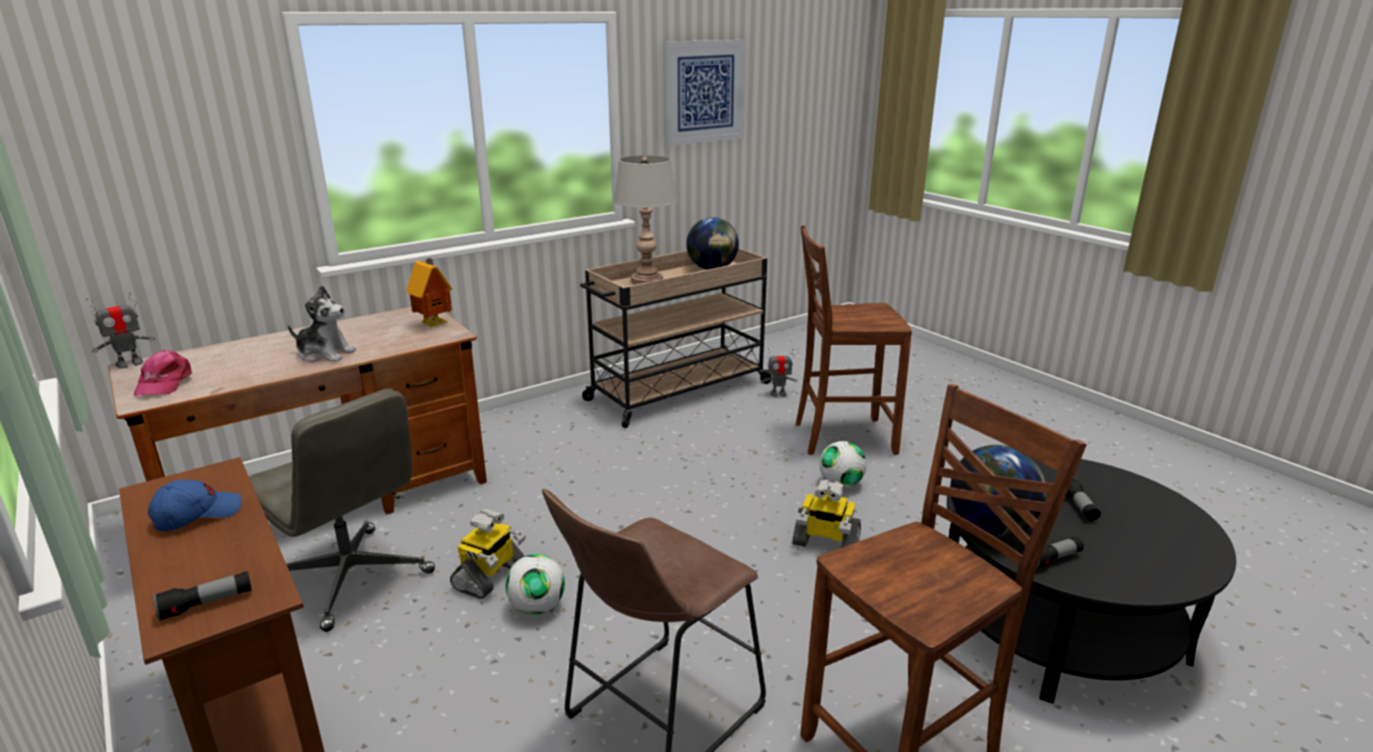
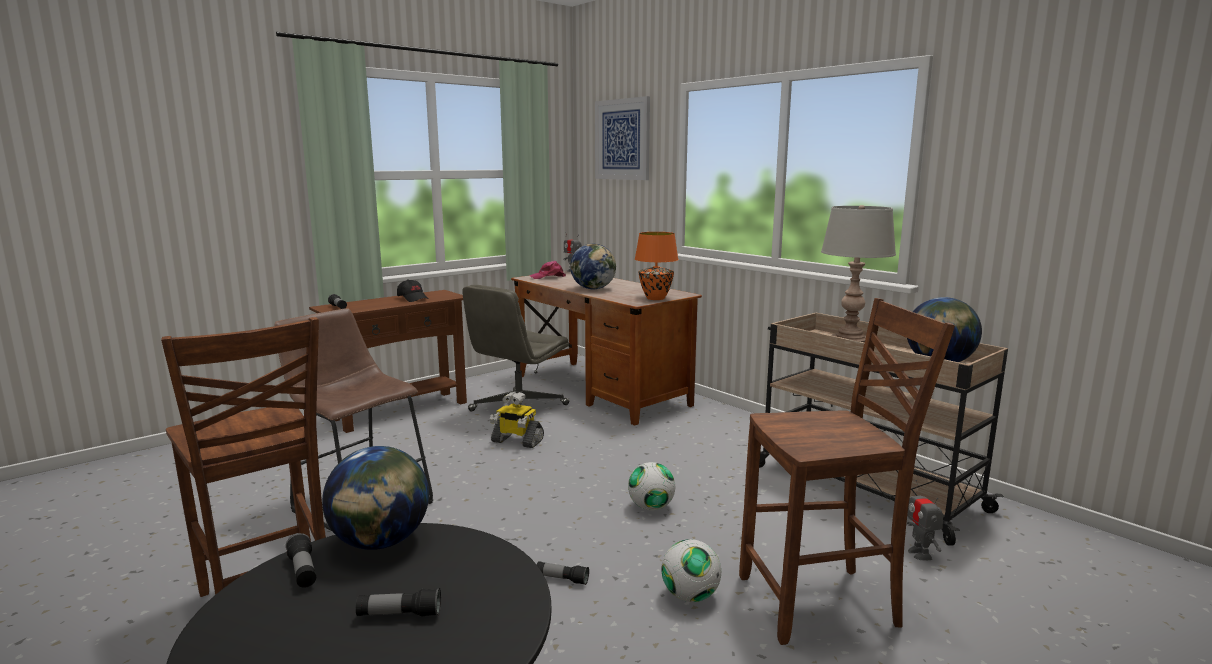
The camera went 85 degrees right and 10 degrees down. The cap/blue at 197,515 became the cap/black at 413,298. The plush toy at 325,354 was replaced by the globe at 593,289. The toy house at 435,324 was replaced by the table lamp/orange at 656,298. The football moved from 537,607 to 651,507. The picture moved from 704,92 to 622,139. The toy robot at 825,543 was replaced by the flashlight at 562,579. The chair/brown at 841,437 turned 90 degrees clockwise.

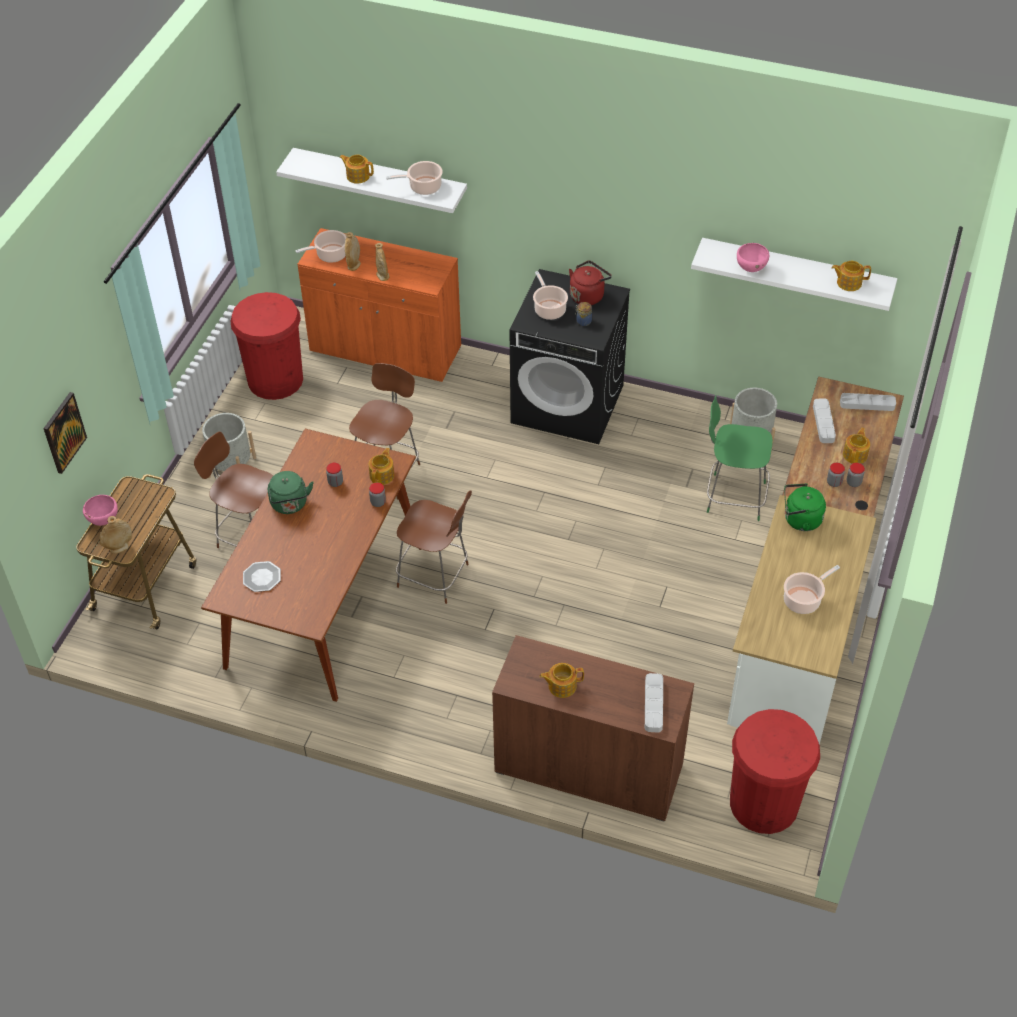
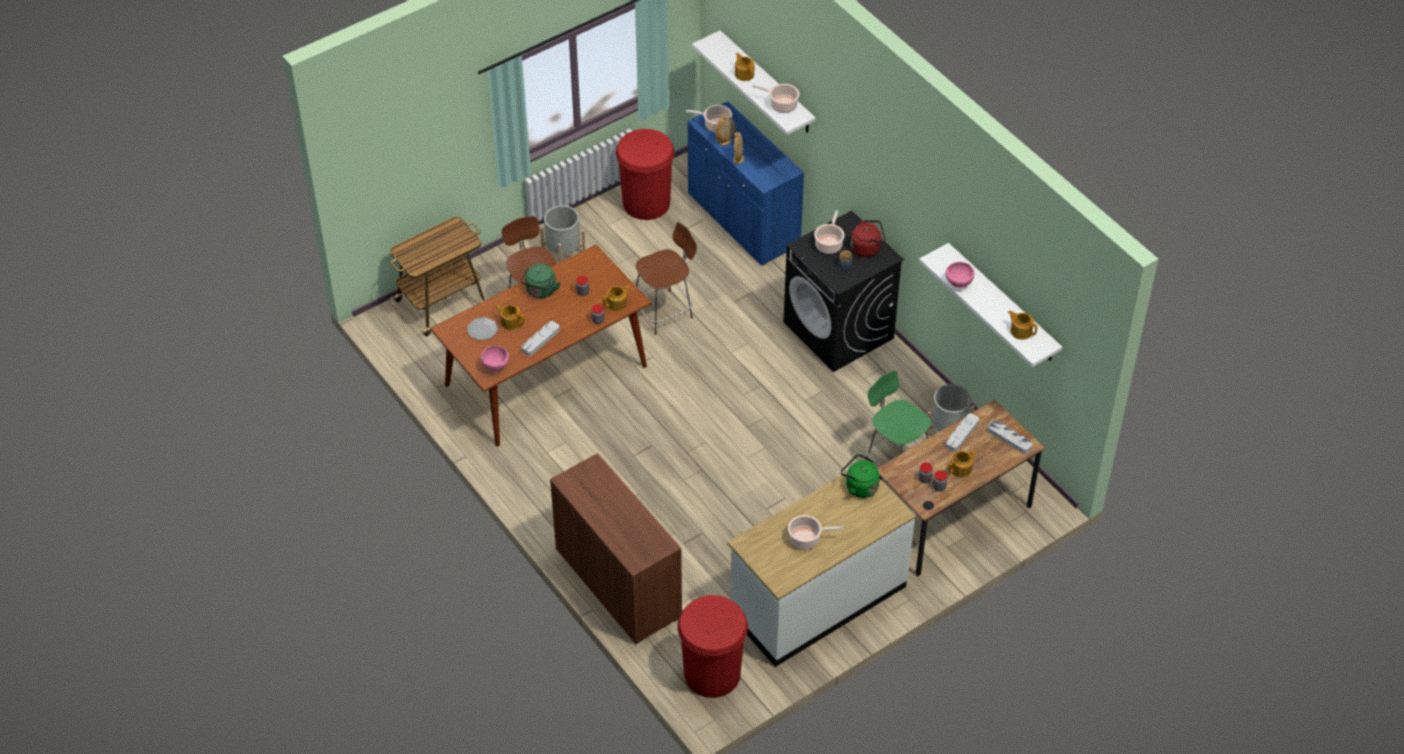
The camera went 35 degrees right and 0 degrees up. The picture at 63,432 disappeared. The bowl/pink moved from 103,521 to 495,367. The vase/beige at 119,548 disappeared. The cabinet/orange at 385,350 became the cabinet/blue at 743,220. The chair/brown at 435,576 disappeared. The teapot moved from 561,686 to 510,322. The tray/grey moved from 653,704 to 540,340.

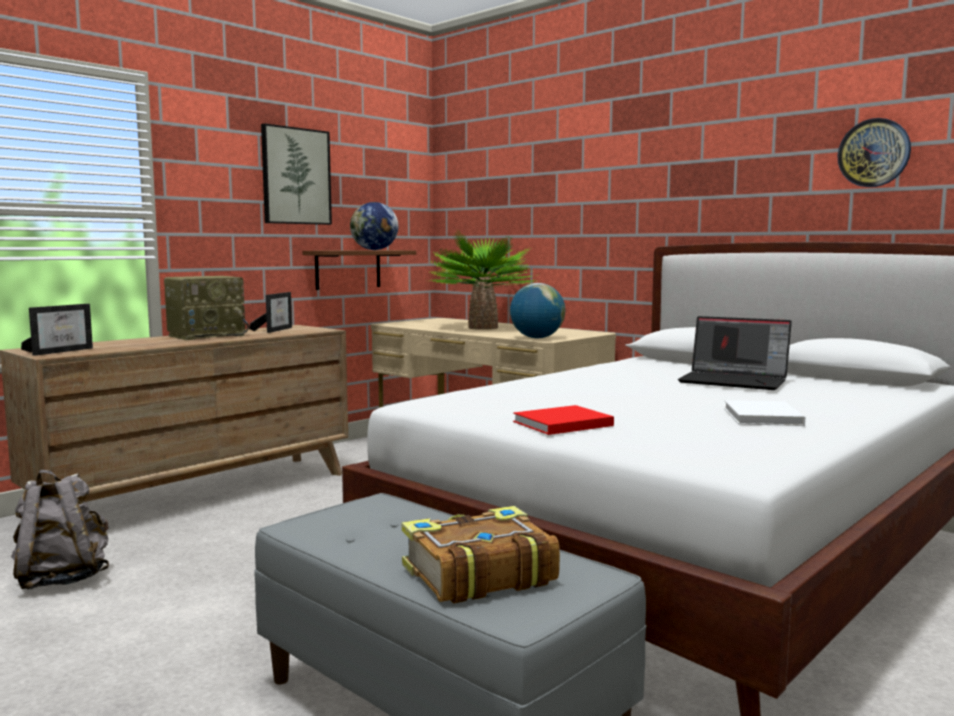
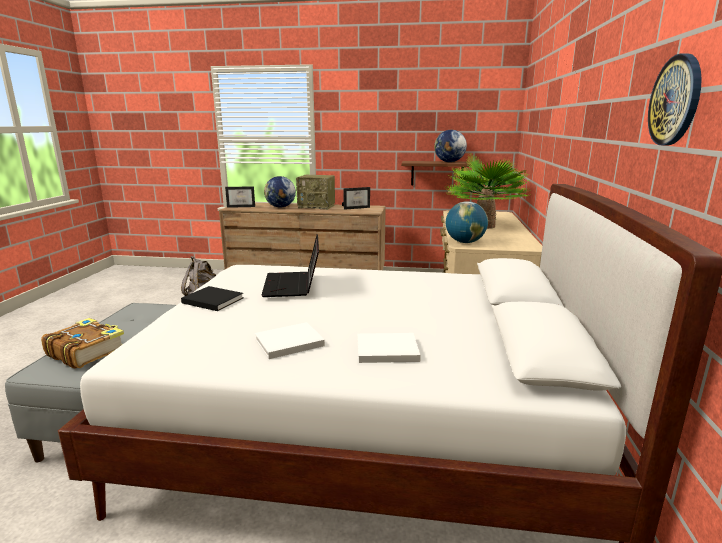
The camera went 55 degrees right and 10 degrees up. The picture at 296,176 disappeared. The book/red at 560,424 became the book/black at 211,300. The laptop moved from 735,381 to 293,285. The globe at 280,207 appeared. The book/white at 385,350 appeared.

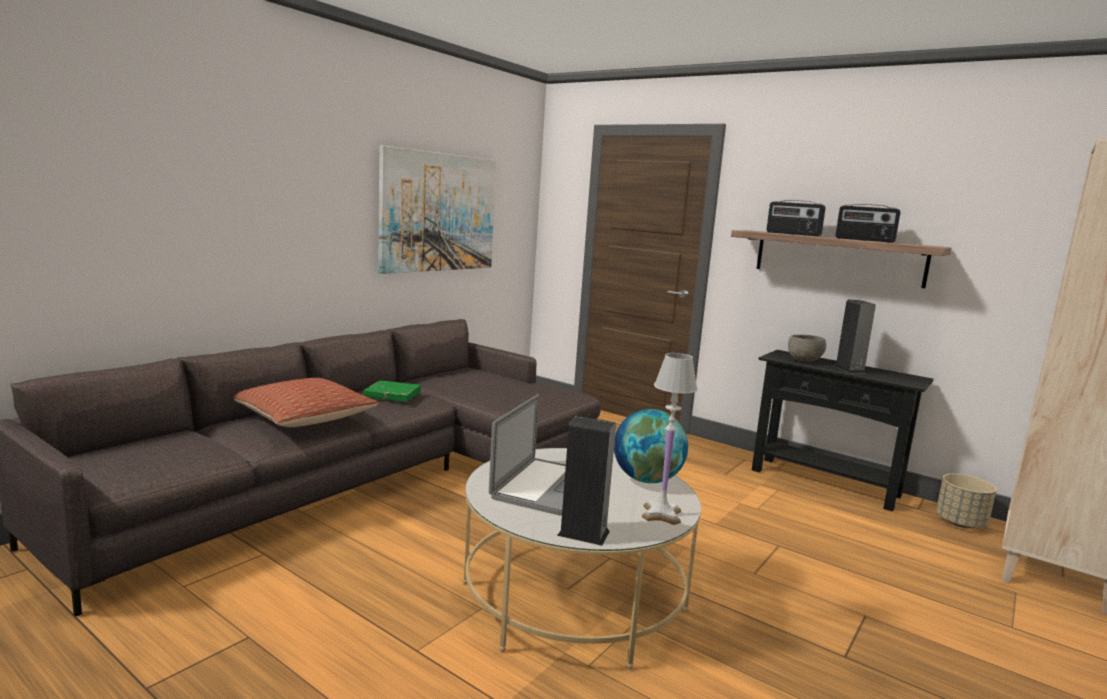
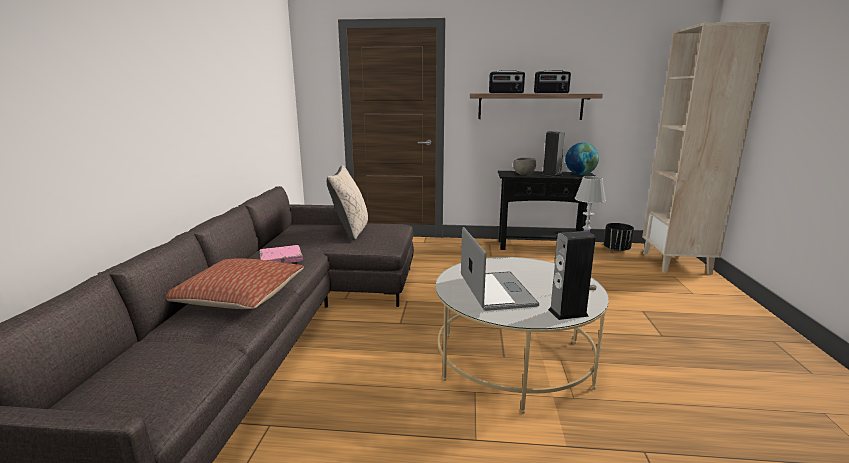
The camera went 30 degrees left and 5 degrees up. The book/green at 392,395 became the book/pink at 281,258. The picture at 439,212 disappeared. The globe moved from 647,480 to 580,174. The planter/beige at 961,523 became the planter/black at 616,249. The pillow/beige at 351,230 appeared.

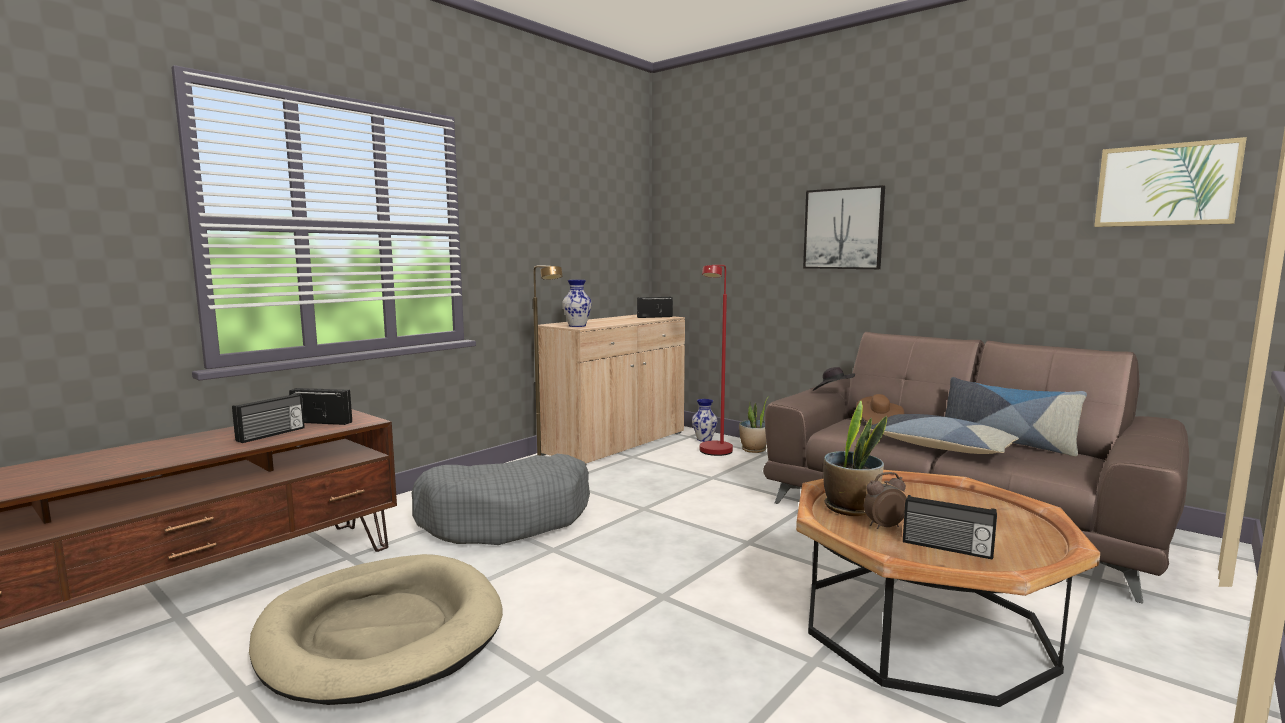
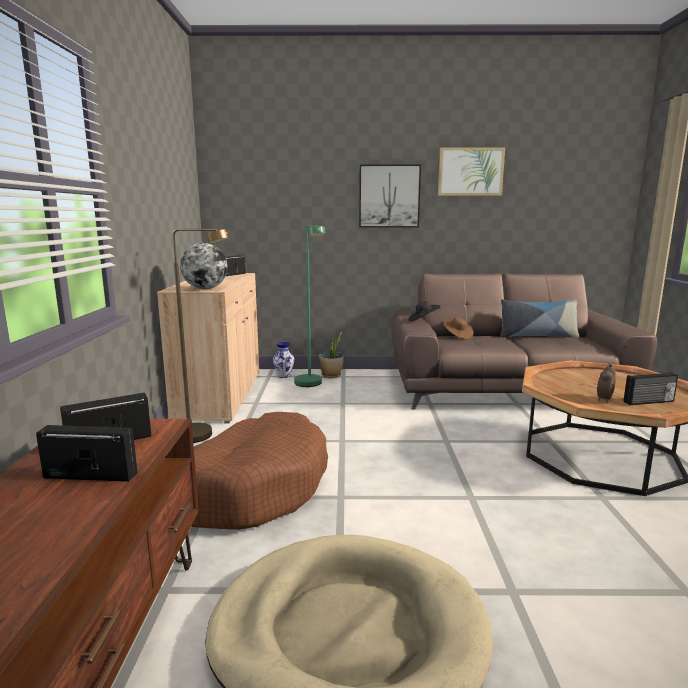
The camera went 40 degrees left and 5 degrees up. The radio at 272,434 turned 75 degrees counterclockwise. The dog bed/grey at 506,518 became the dog bed/brown at 252,487. The vase at 576,326 was replaced by the globe at 205,289. The floor lamp/red at 714,453 became the floor lamp/green at 311,385. The potted plant at 850,508 disappeared. The pillow at 940,447 disappeared. The picture moved from 1165,185 to 470,172.

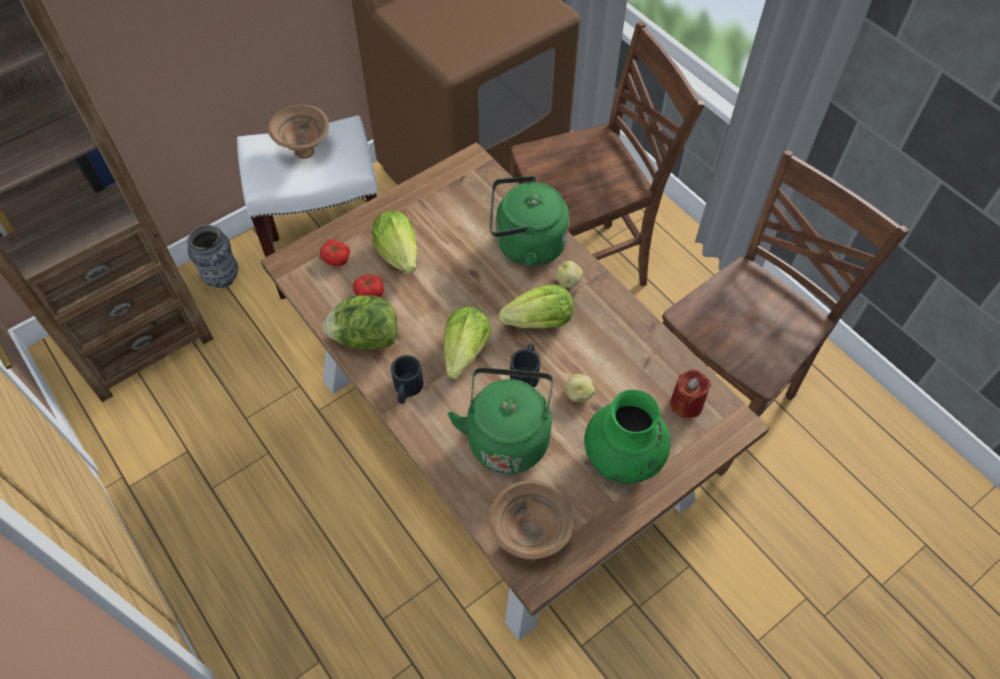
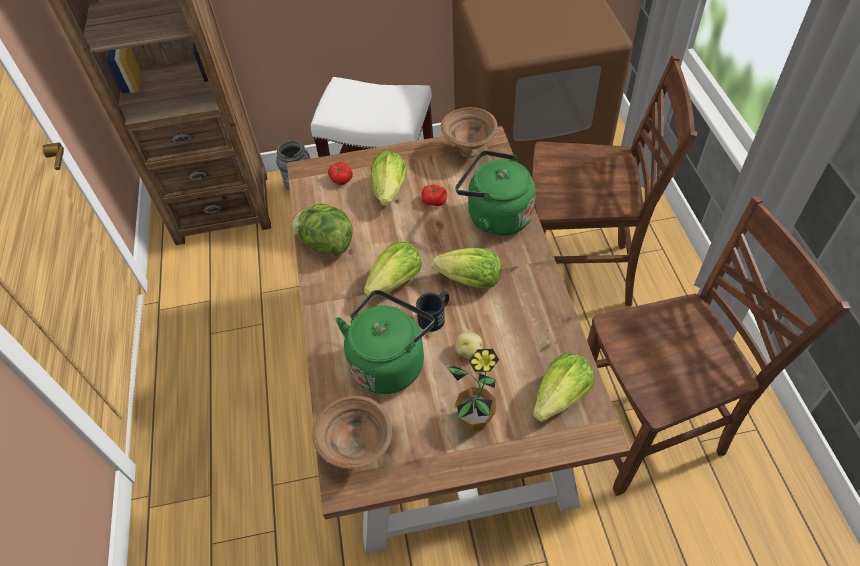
The camera went 30 degrees right and 5 degrees down. The bowl/brown moved from 306,152 to 470,152. The tomato moved from 369,292 to 434,200. The mug/black at 407,390 disappeared. The potato at 568,281 disappeared. The vase/green at 623,458 was replaced by the potted plant at 475,420. The candle/red at 686,403 was replaced by the lettuce at 561,397.

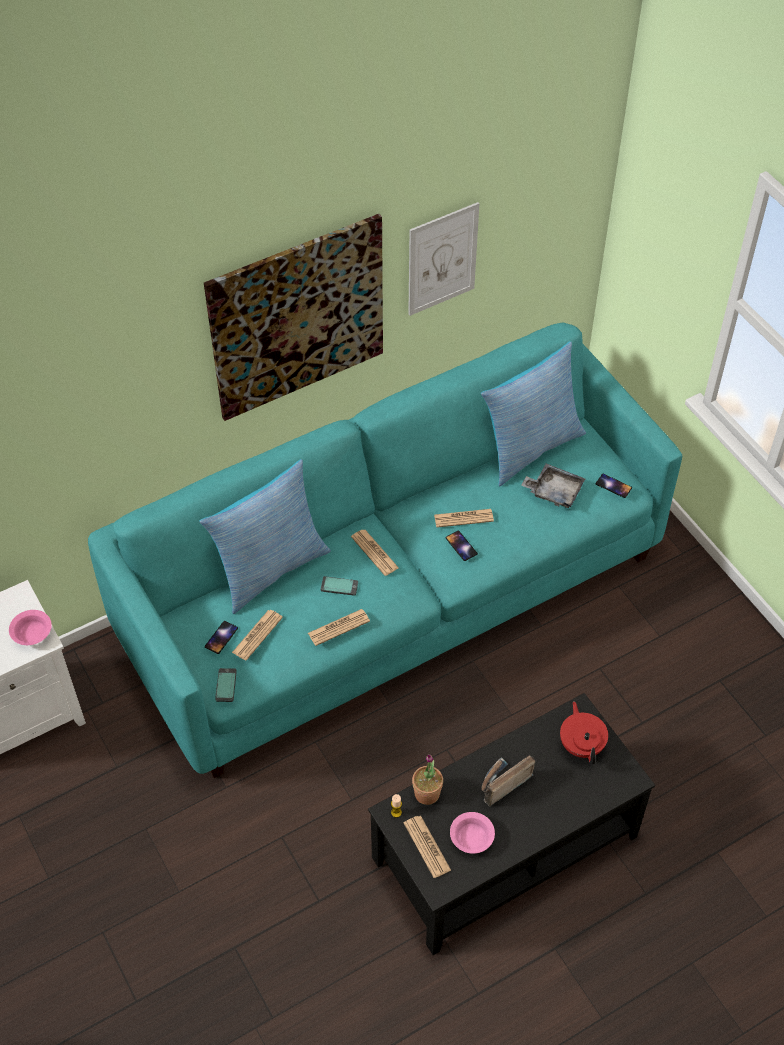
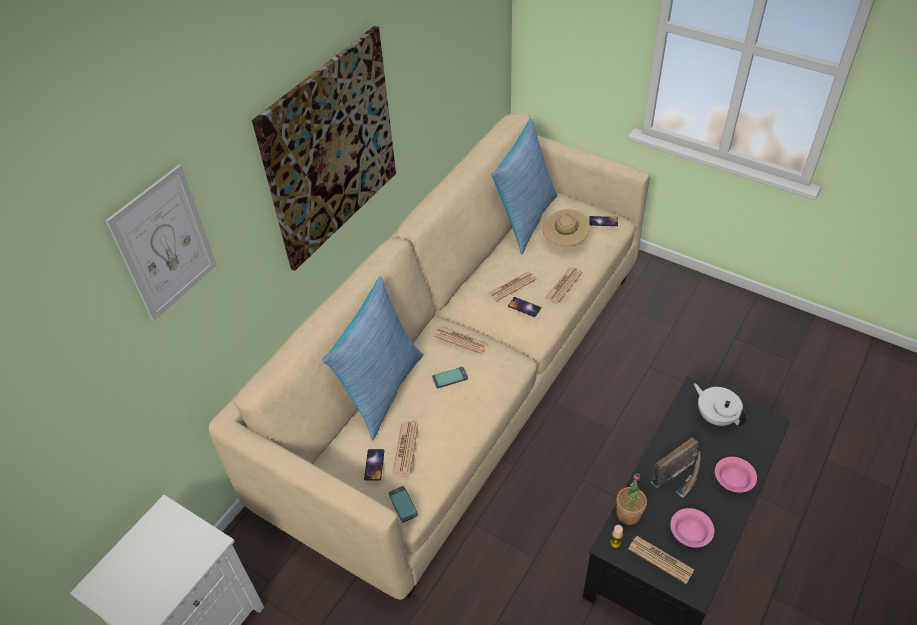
The camera went 25 degrees left and 5 degrees down. The bowl/pink moved from 31,633 to 732,480. The sofa/turquoise at 392,595 became the sofa/beige at 462,382. The newspaper moved from 338,627 to 563,285. The picture moved from 442,259 to 165,244. The radio at 501,783 turned 150 degrees counterclockwise. The tray/grey at 554,491 was replaced by the hat/beige at 564,241. The teapot/red at 581,745 became the teapot/white at 715,416.

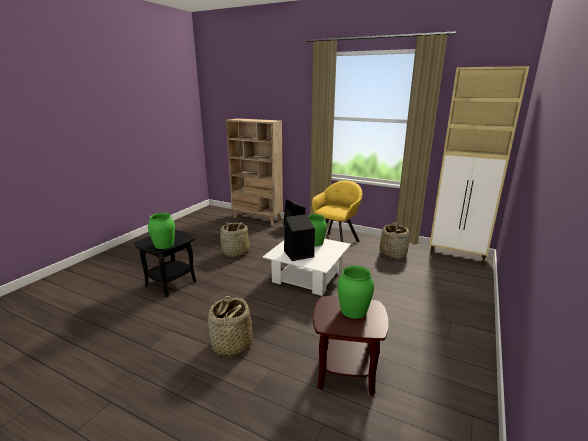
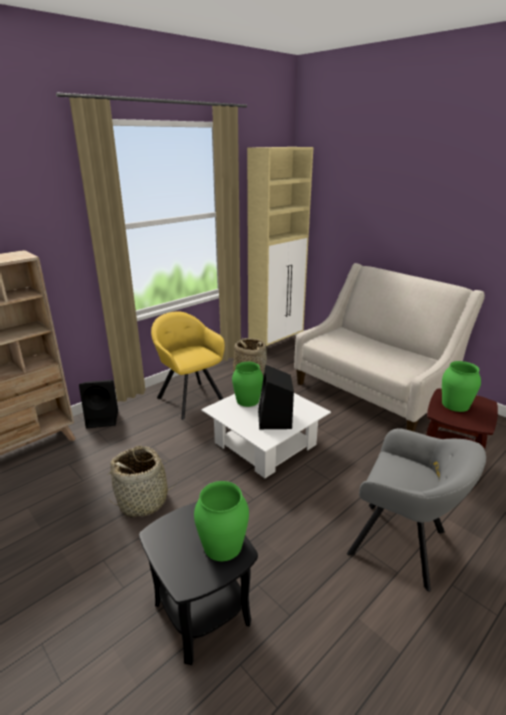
The camera went 70 degrees left and 5 degrees up. The basket at 231,345 was replaced by the armchair/grey at 402,545. The sofa/beige at 373,392 appeared.

